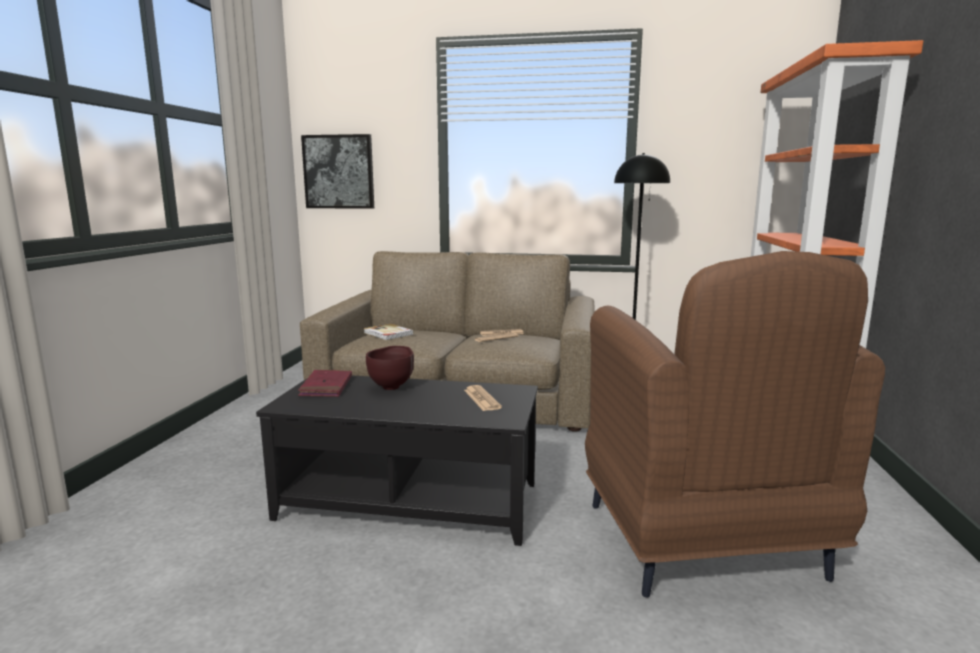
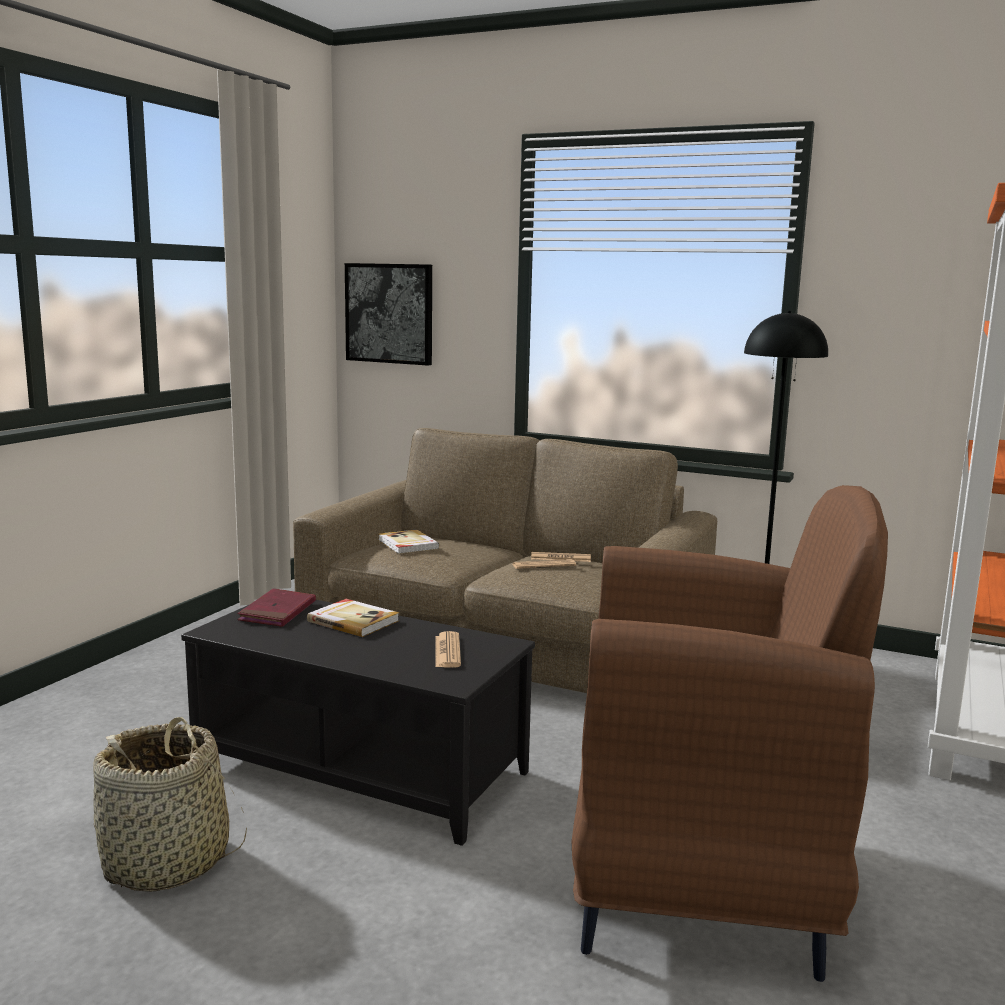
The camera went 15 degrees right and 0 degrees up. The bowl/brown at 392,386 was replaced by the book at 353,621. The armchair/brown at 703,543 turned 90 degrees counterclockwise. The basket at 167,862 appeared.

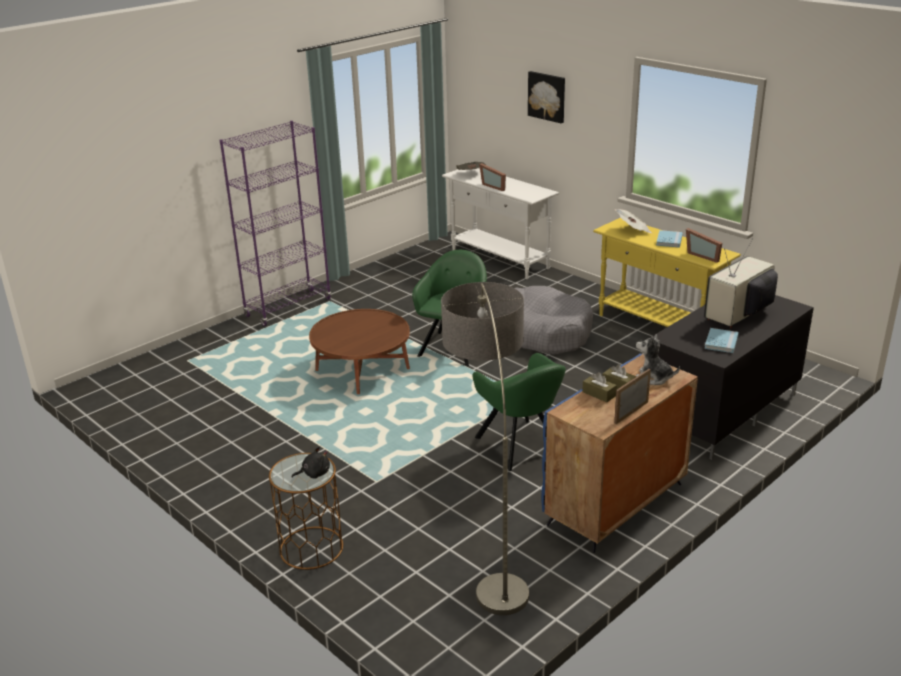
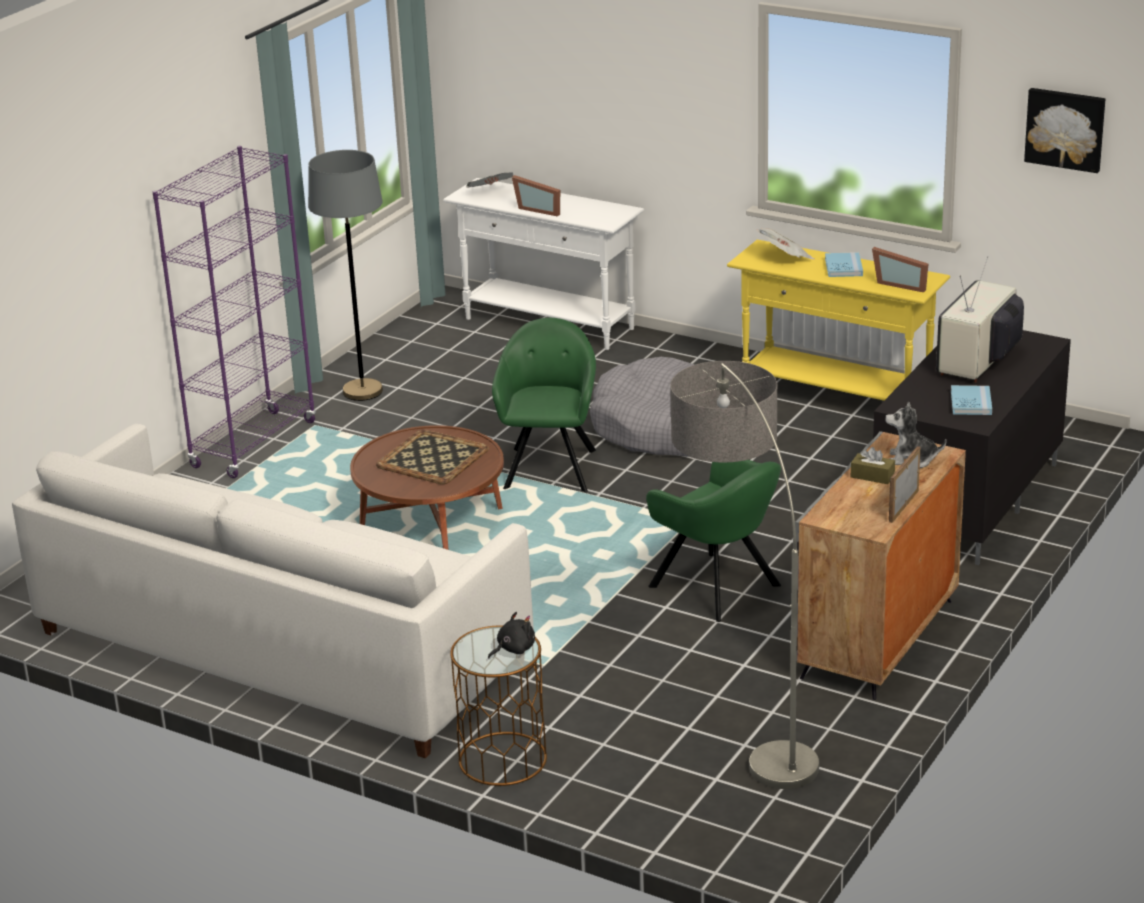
The camera went 15 degrees left and 0 degrees up. The picture moved from 547,96 to 1065,129. The cabinet/blue at 615,504 became the cabinet/grey at 877,639. The tissue box/brown at 599,394 disappeared. The sofa/white at 279,647 appeared. The floor lamp/grey at 362,391 appeared. The tray at 434,457 appeared.

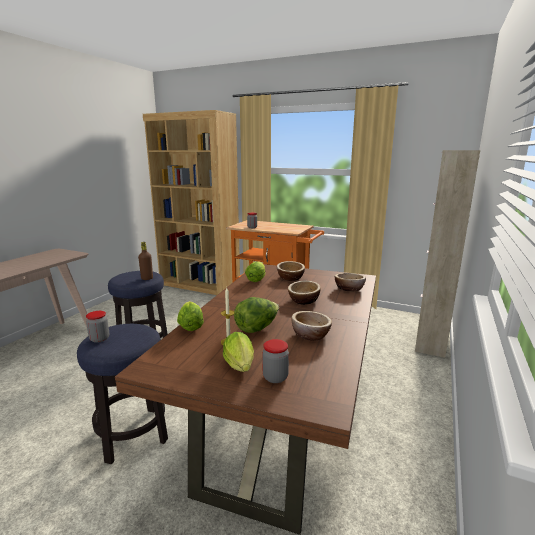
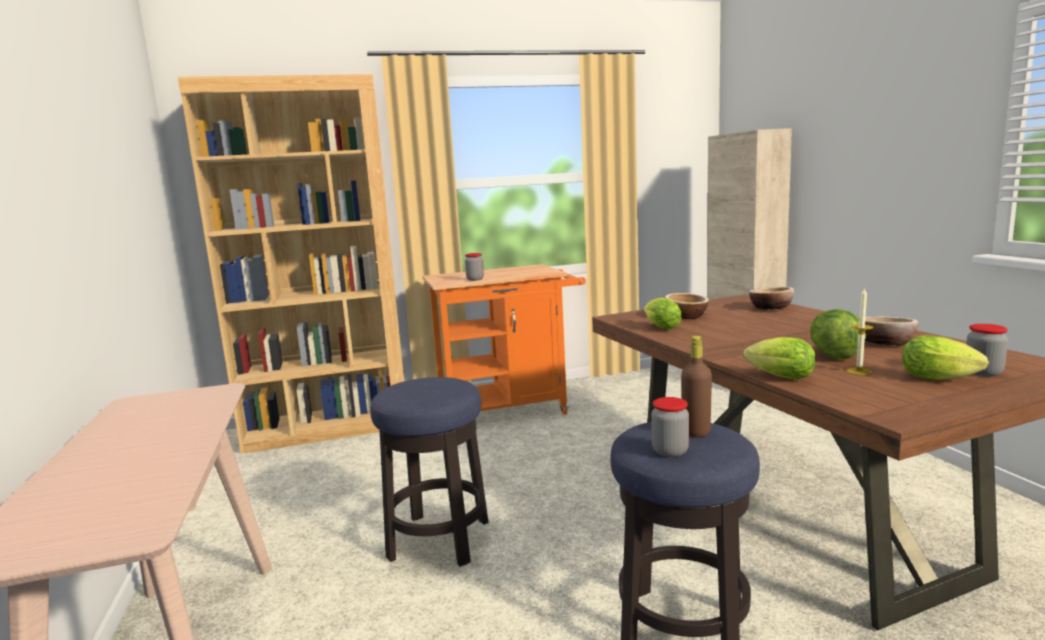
The camera went 40 degrees left and 5 degrees down. The bottle/brown moved from 147,278 to 696,432. The bowl at 303,300 disappeared.

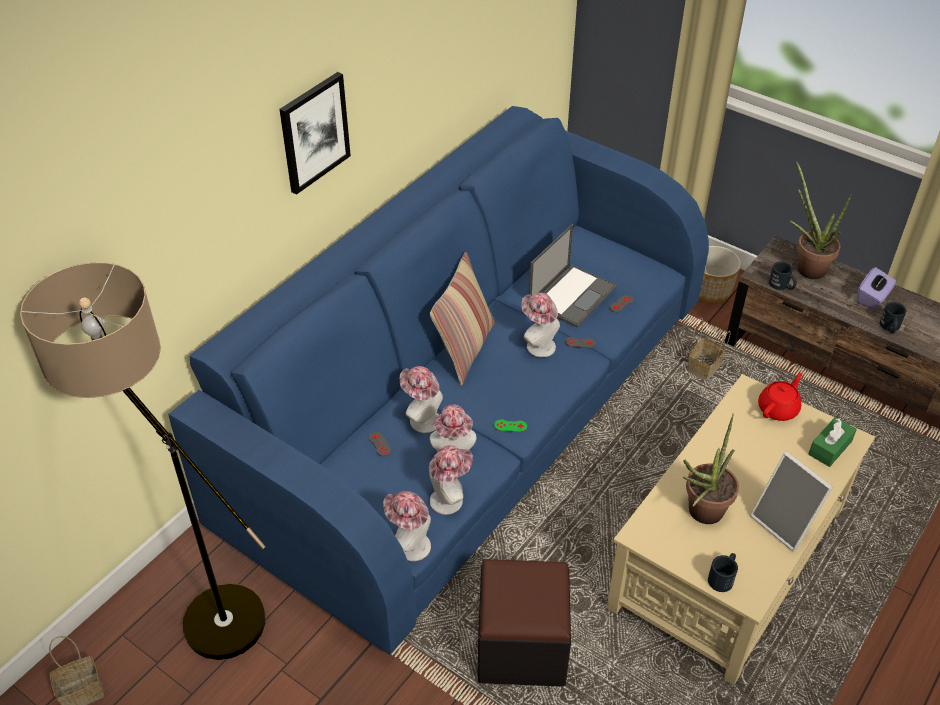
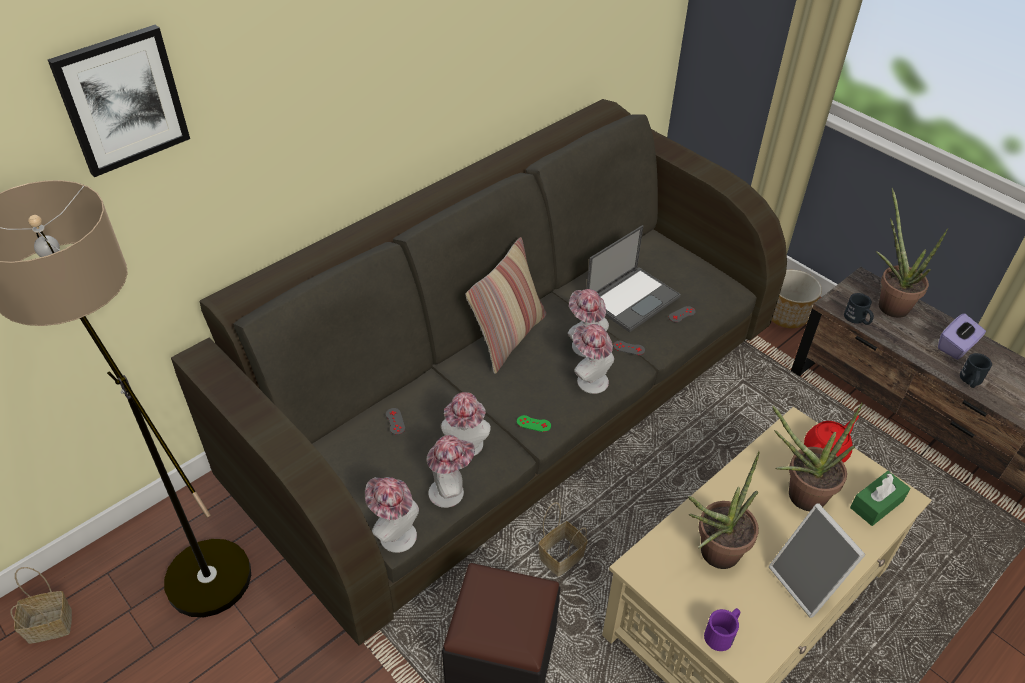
The camera went 10 degrees right and 0 degrees up. The sofa/blue at 469,411 became the sofa/grey at 510,401. The picture moved from 314,132 to 122,100. The hat moved from 421,419 to 589,379. The basket moved from 704,369 to 561,559. The mug/black at 723,577 became the mug/purple at 722,633. The potted plant at 798,496 appeared.

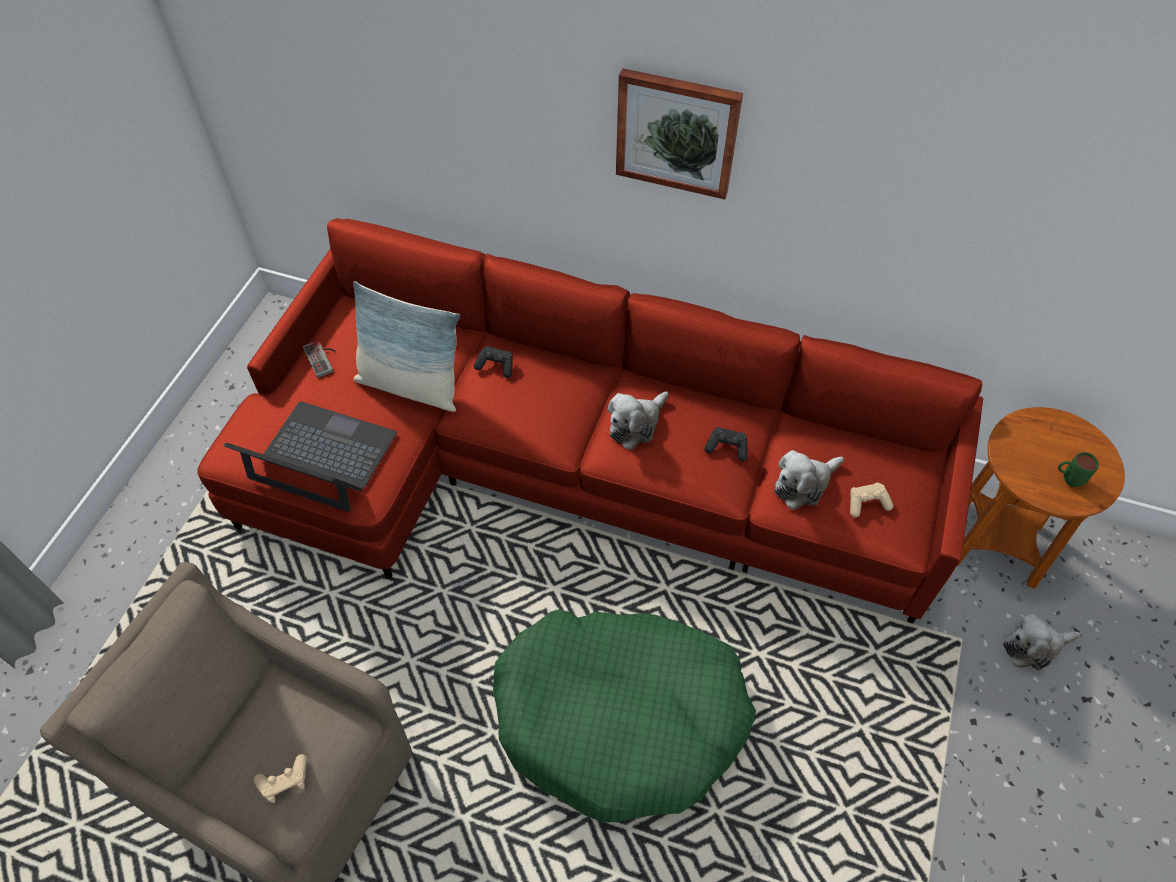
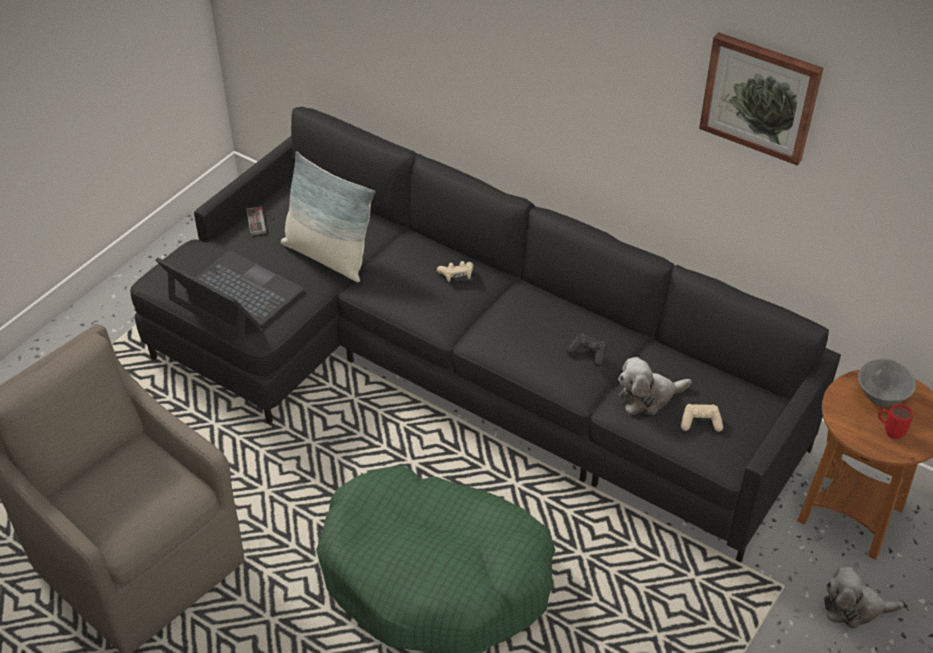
The camera went 15 degrees right and 10 degrees down. The sofa/red at 568,470 became the sofa/black at 458,370. The game controller/beige moved from 285,782 to 456,275. The game controller/black at 496,366 disappeared. The plush toy at 636,425 disappeared. The picture moved from 677,132 to 760,97. The mug/green at 1067,479 became the mug/red at 889,431. The bowl/grey at 879,396 appeared.

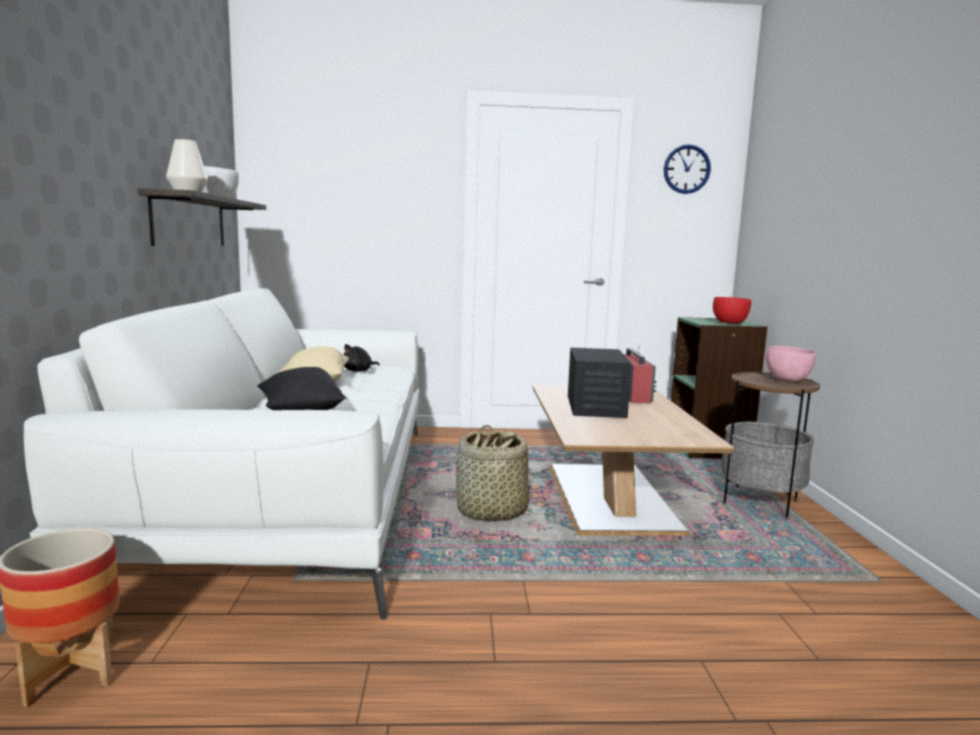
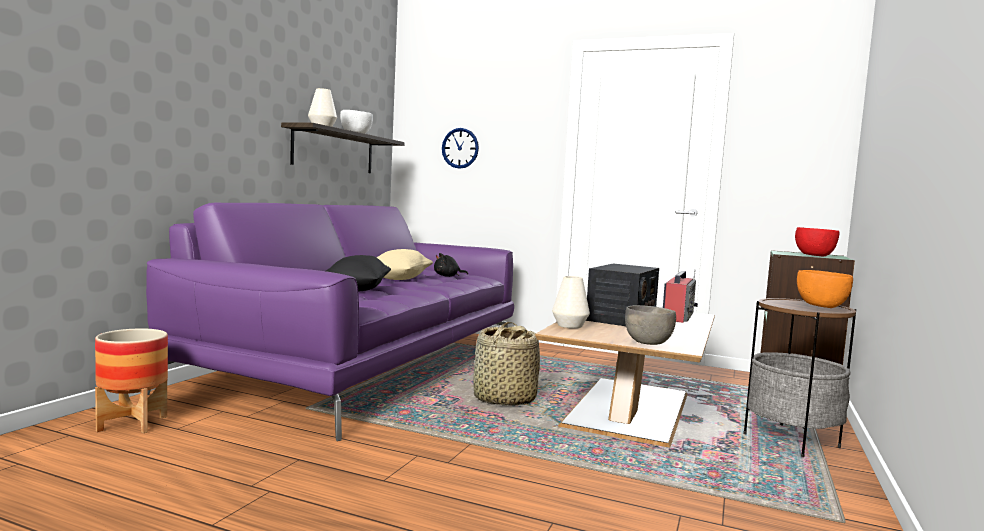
The camera went 25 degrees right and 5 degrees down. The sofa/white at 293,494 became the sofa/purple at 366,364. The wall clock moved from 686,169 to 460,148. The bowl/pink at 787,379 became the bowl/orange at 821,306. The vase/white at 570,326 appeared. The bowl/grey at 648,343 appeared.

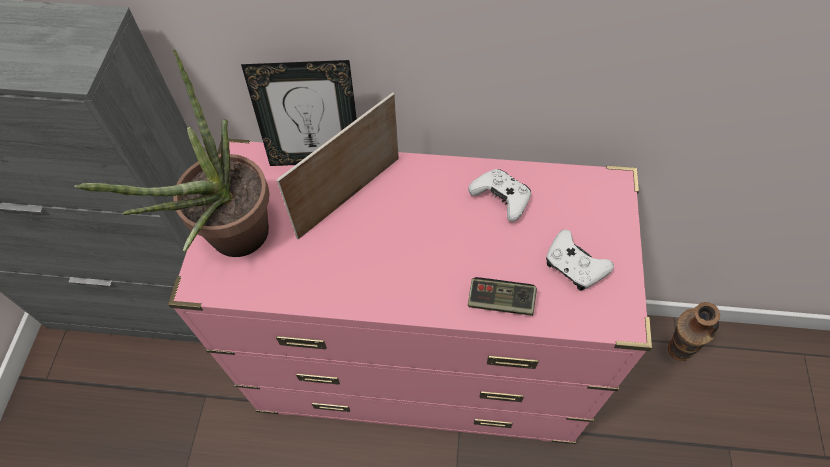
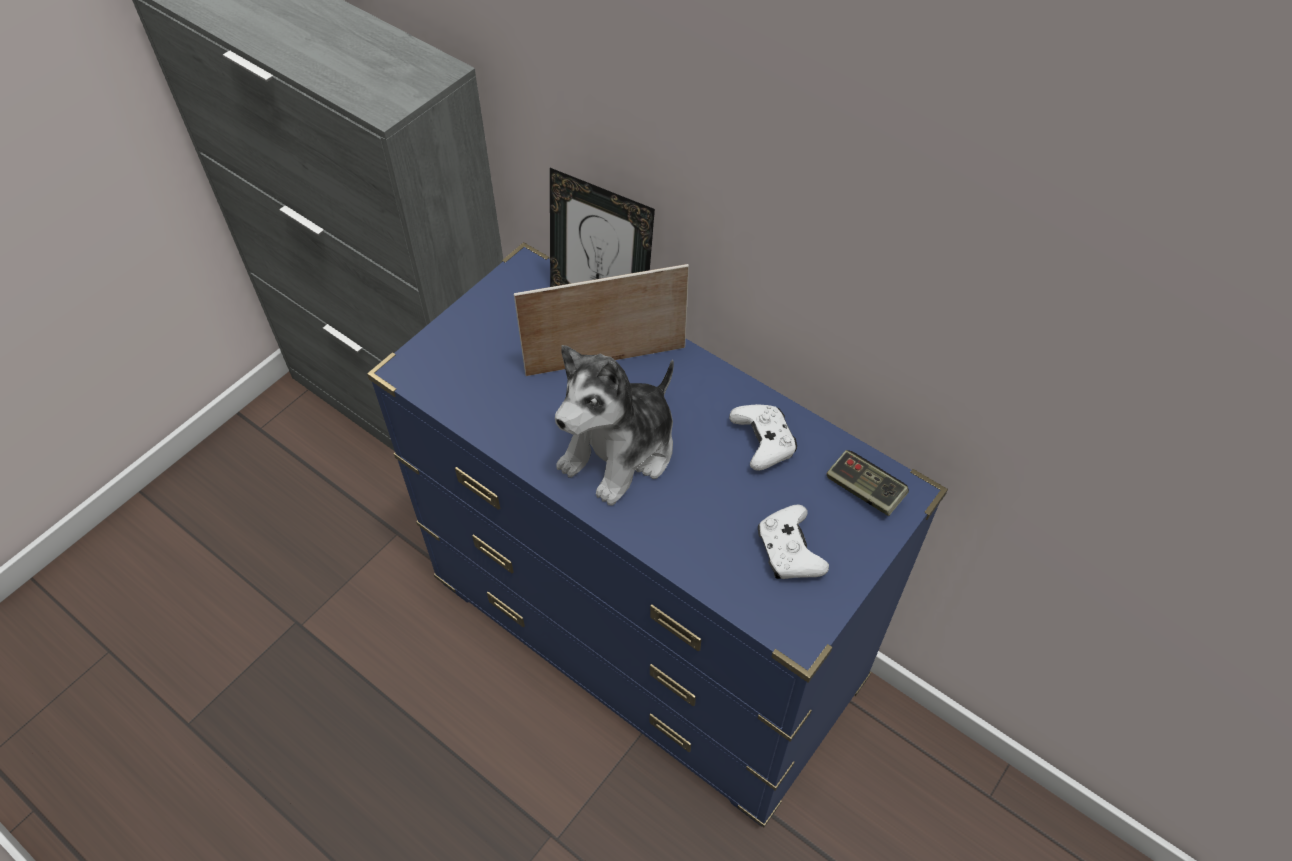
The camera went 30 degrees right and 5 degrees down. The potted plant at 232,243 disappeared. The dresser/pink at 420,365 became the dresser/blue at 647,634. The game controller moved from 500,302 to 864,490. The vase at 673,354 disappeared. The plush toy at 620,451 appeared.

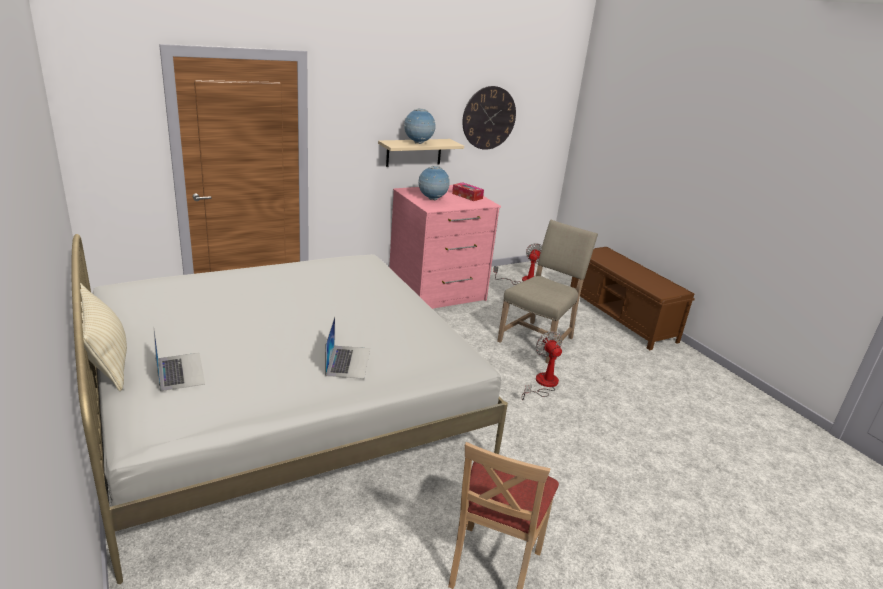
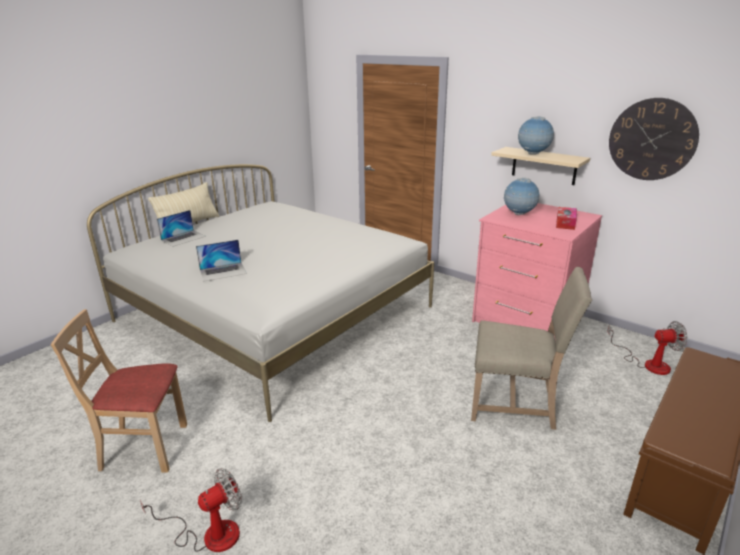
The camera went 70 degrees right and 0 degrees up. The fan moved from 543,384 to 209,534.

